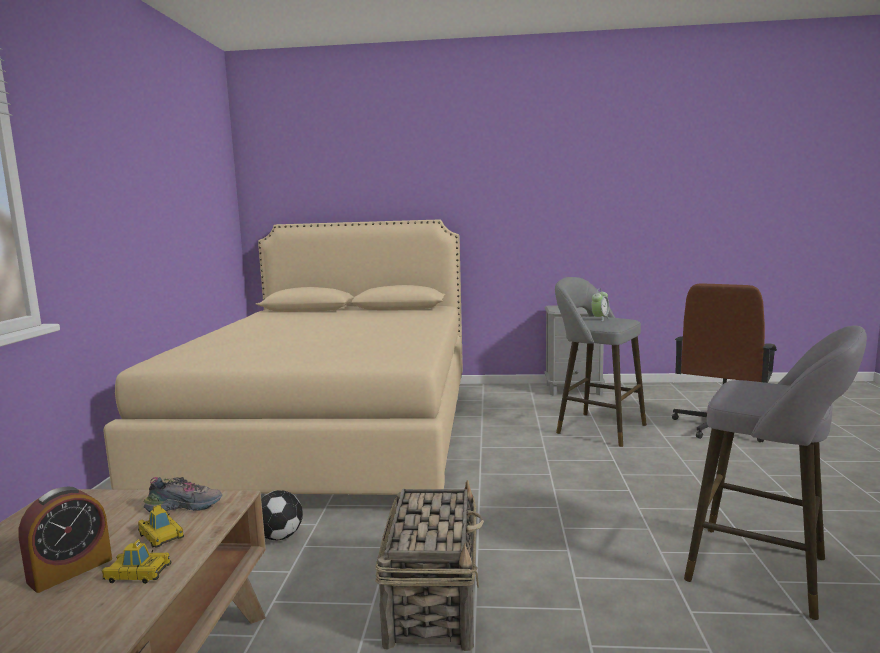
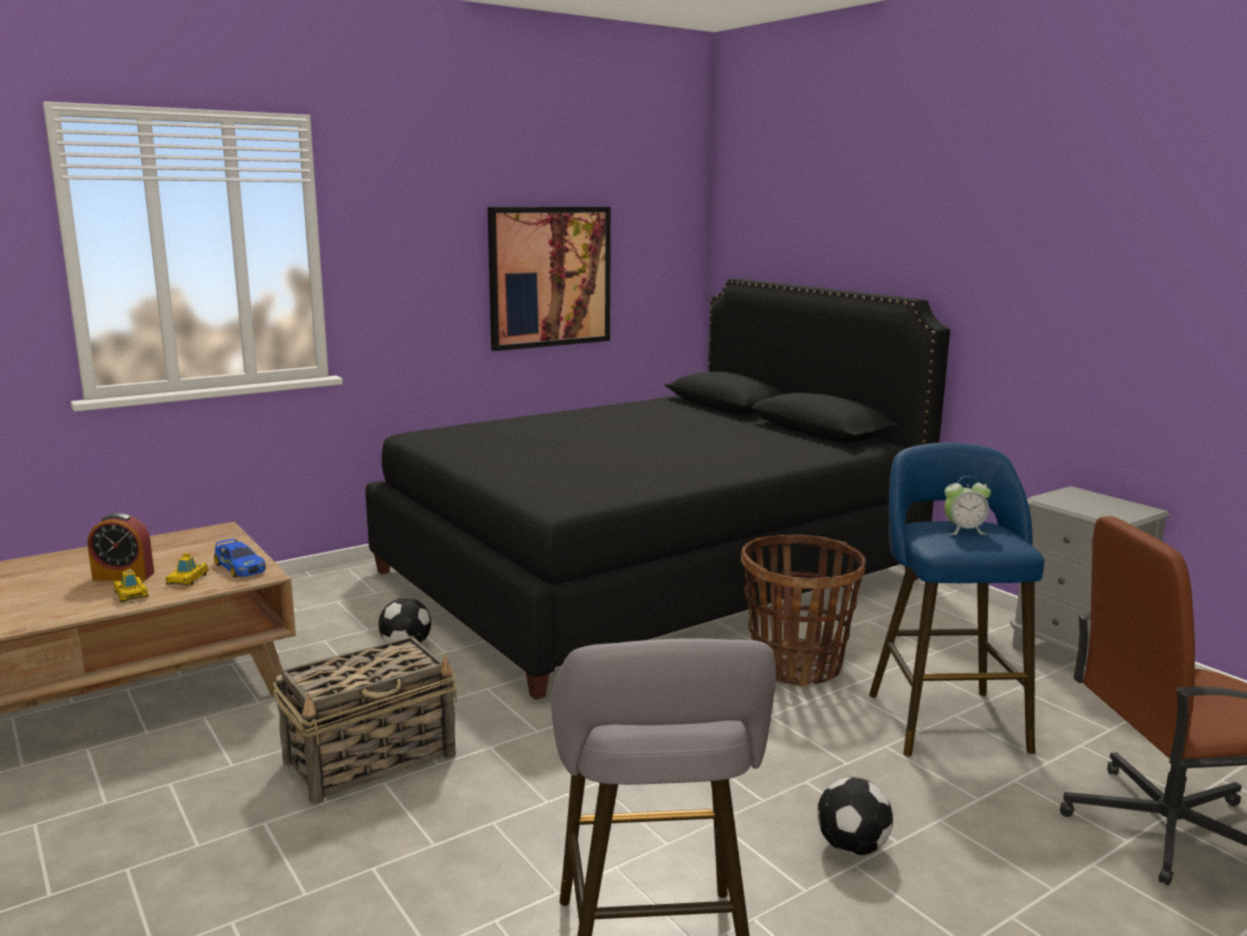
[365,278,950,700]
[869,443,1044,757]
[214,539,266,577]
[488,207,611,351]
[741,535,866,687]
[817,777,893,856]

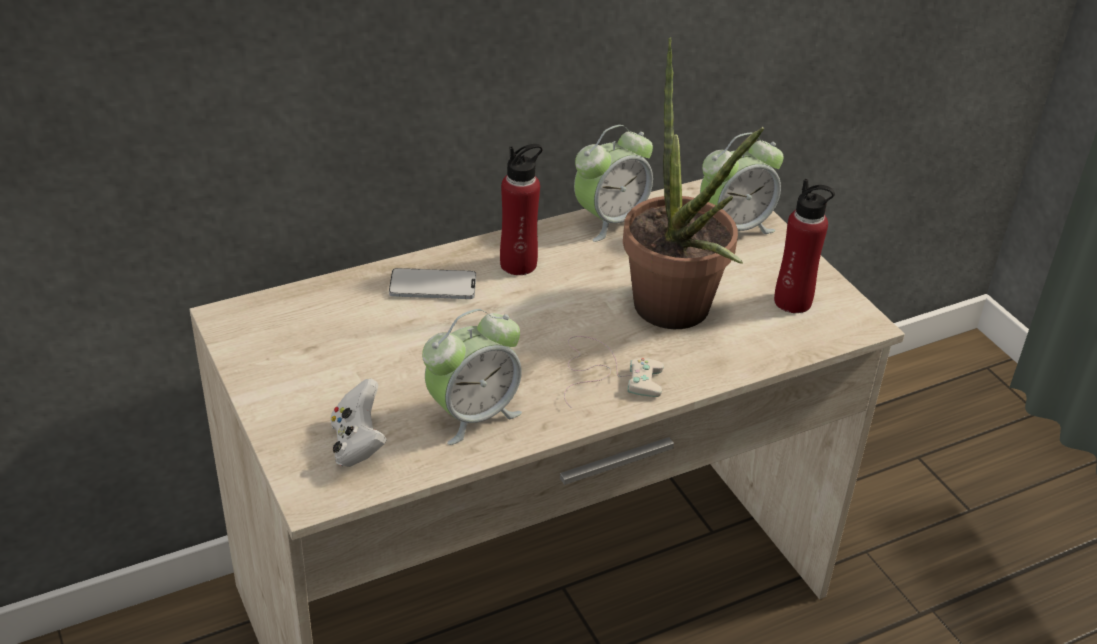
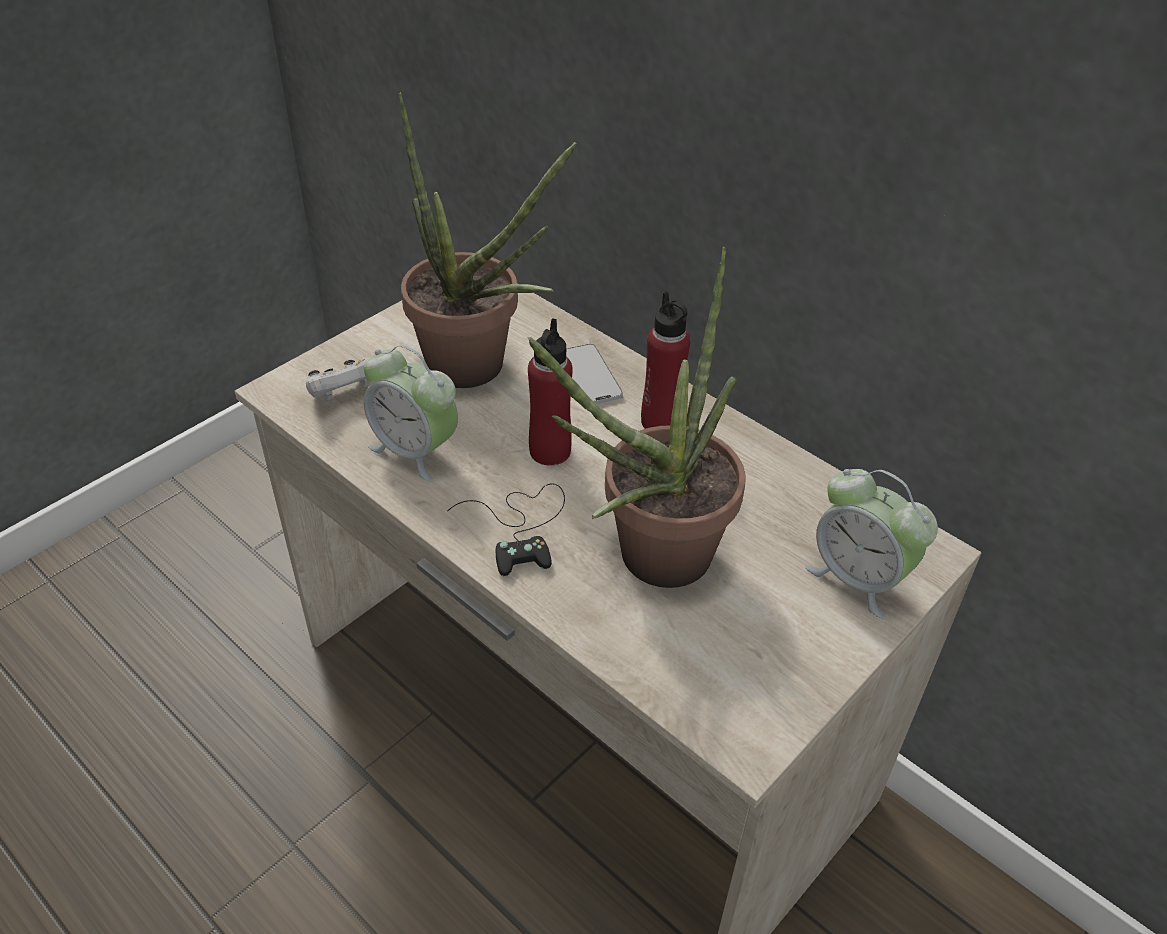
[574,125,653,242] (first image)
[528,318,573,465]
[448,484,565,576]
[398,92,577,388]

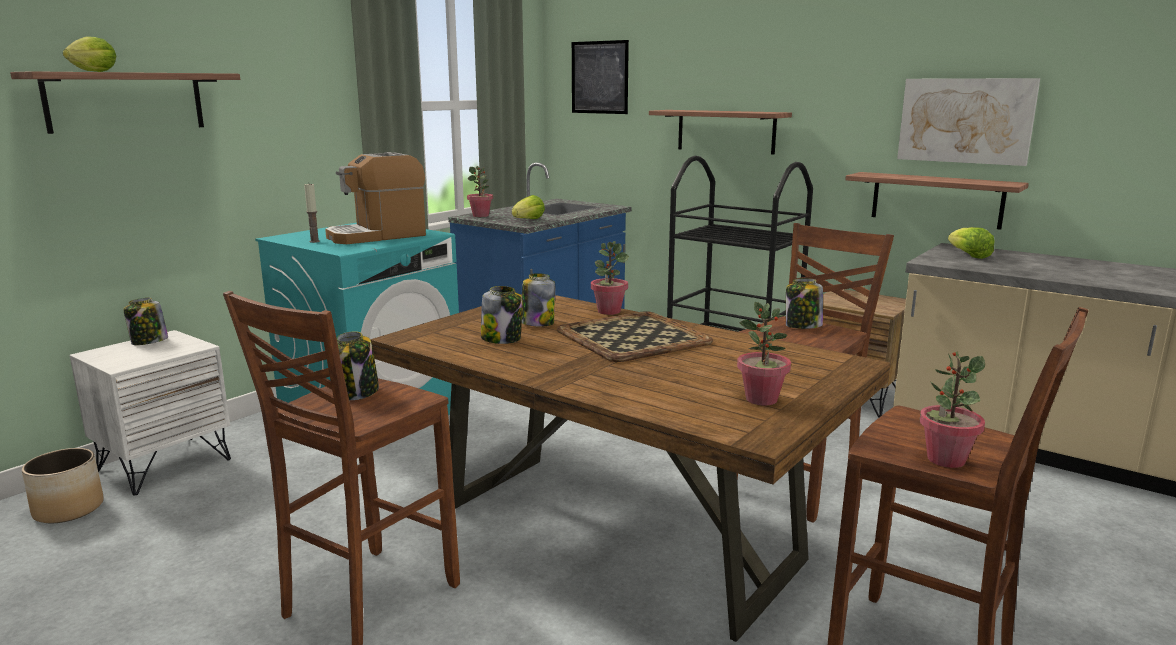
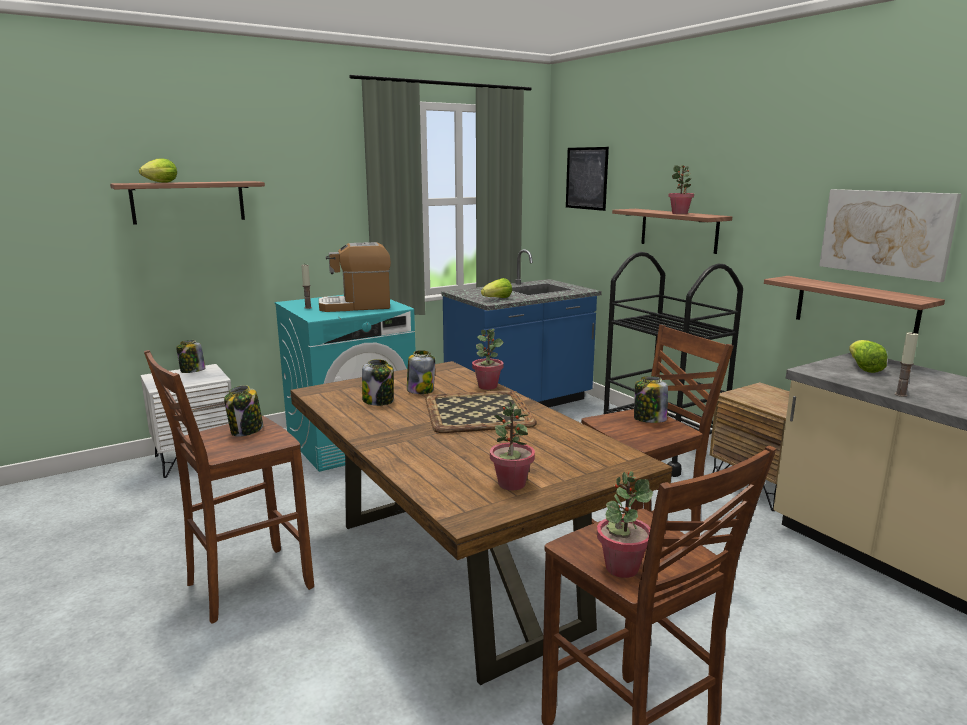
[668,165,694,214]
[22,448,103,524] (first image)
[895,332,919,397]

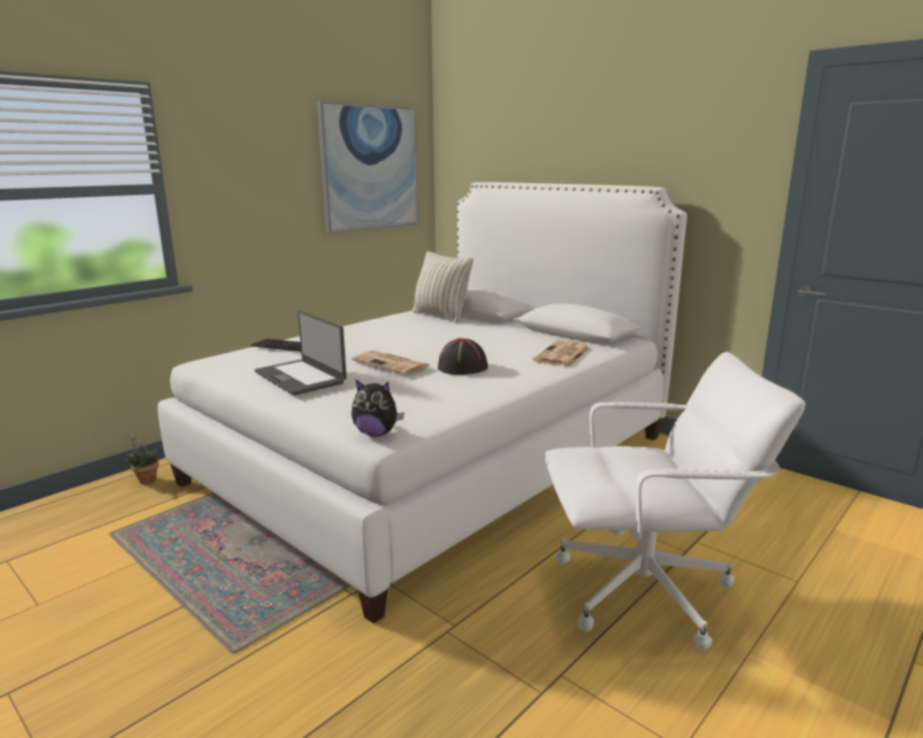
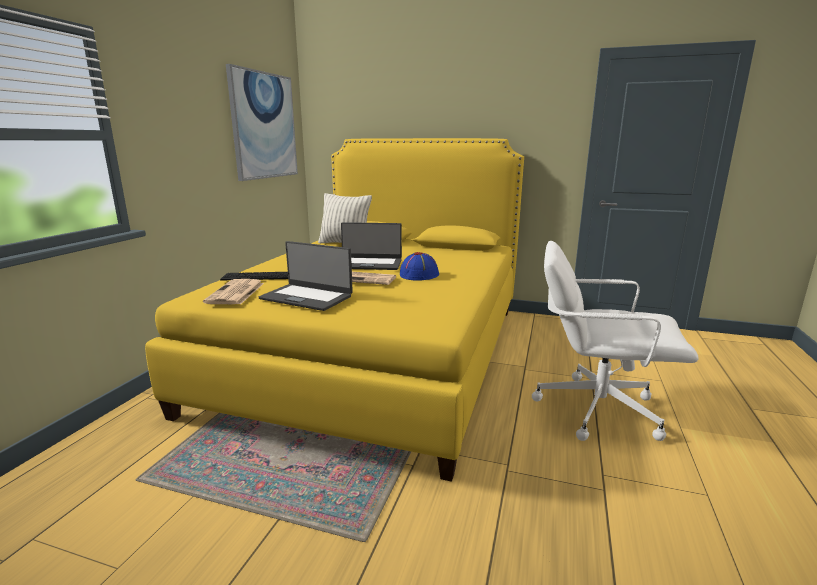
[145,138,524,482]
[400,252,439,280]
[203,279,264,304]
[532,241,699,441]
[351,380,405,437] (first image)
[123,430,159,484] (first image)
[341,222,402,270]

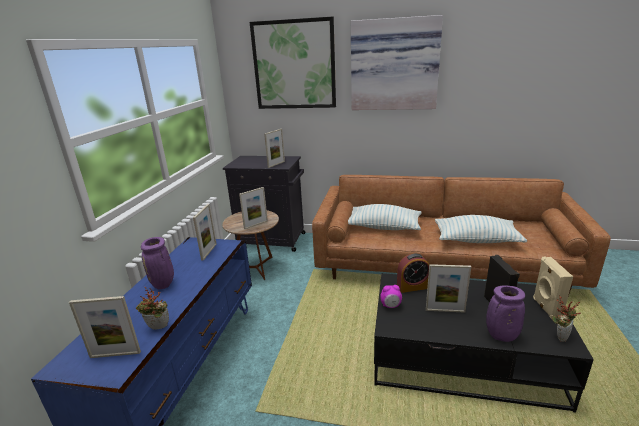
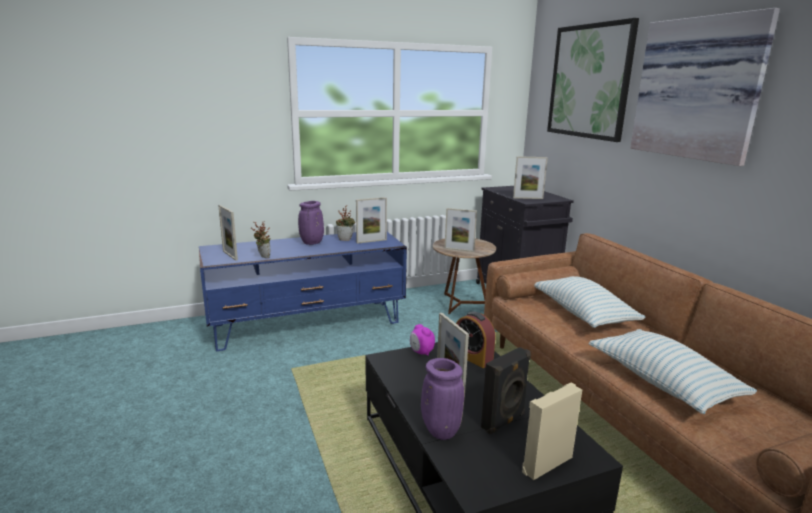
[336,205,356,241]

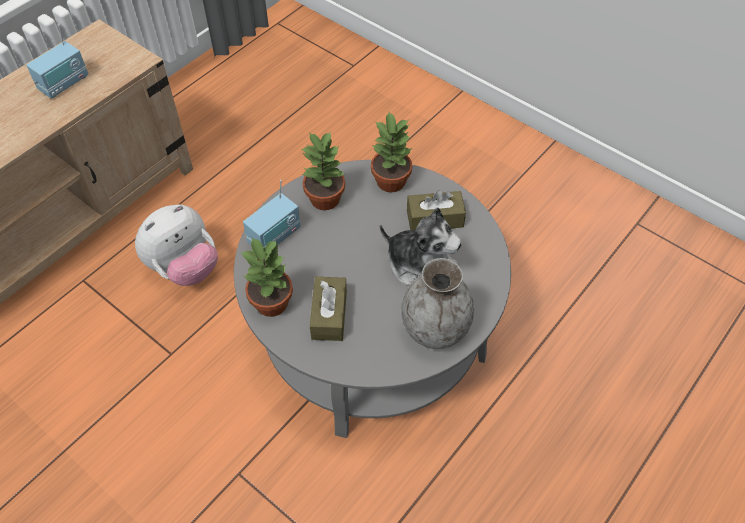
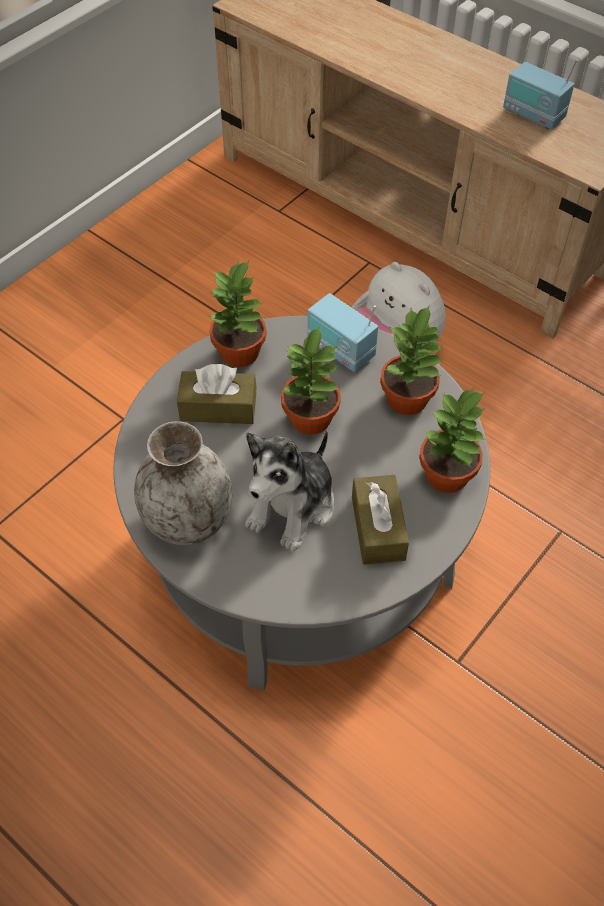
[281,325,341,435]

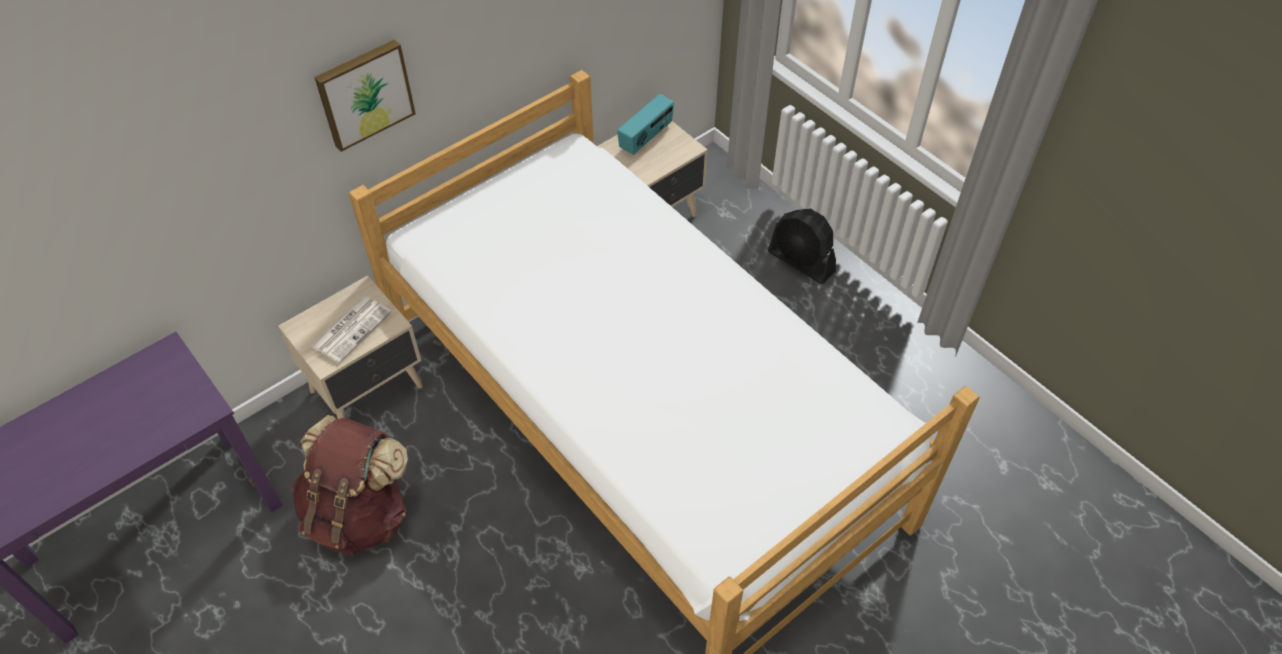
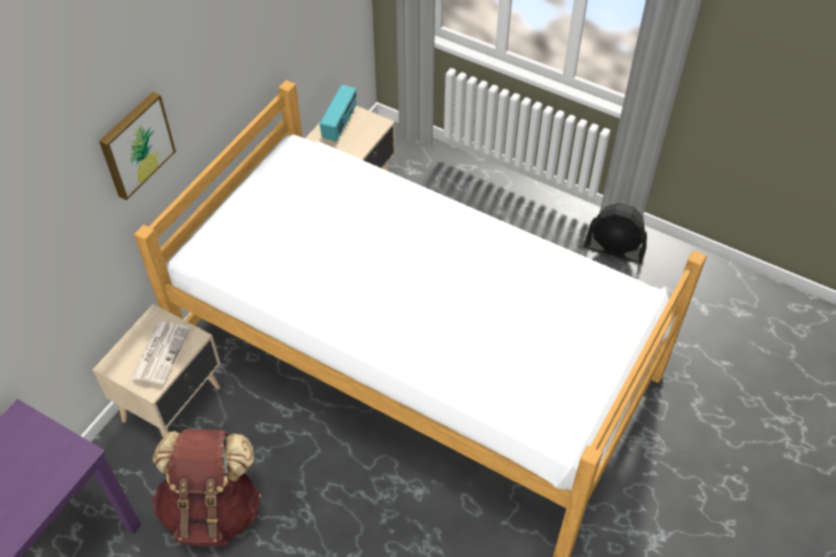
[583,203,647,263]

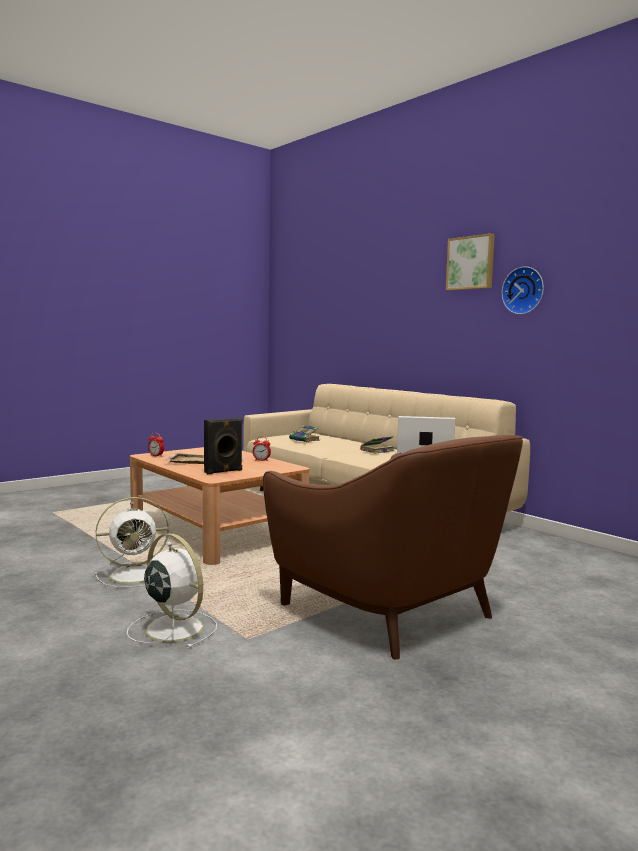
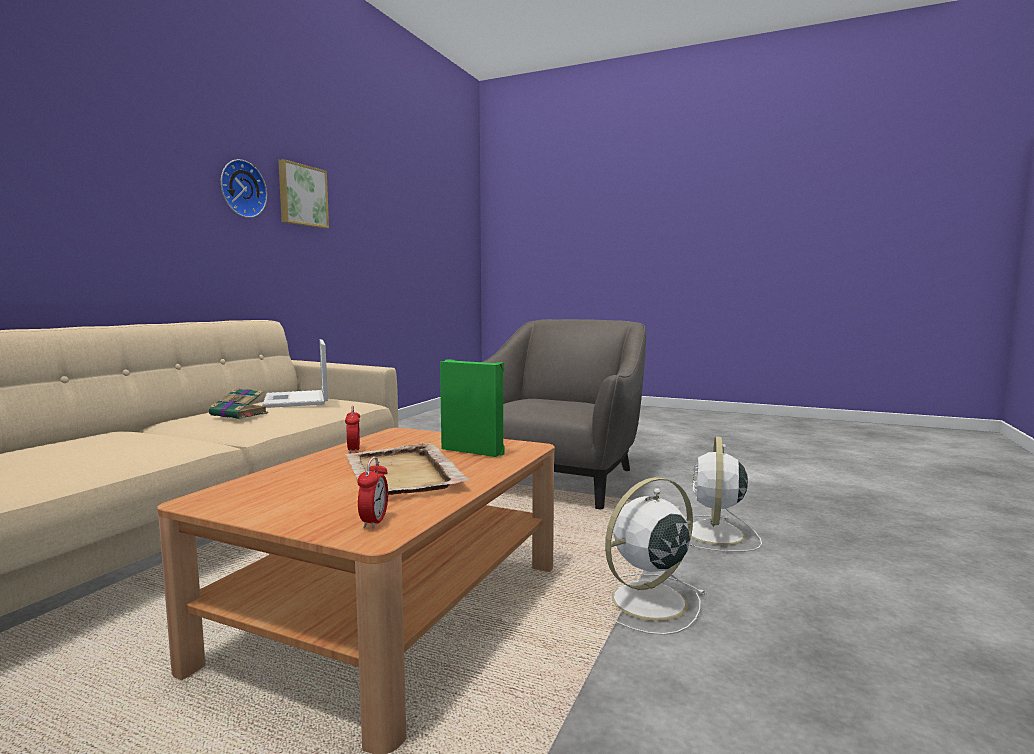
[278,159,329,228]
[440,359,504,457]
[289,425,320,442] (first image)
[483,319,646,509]
[594,477,706,635]

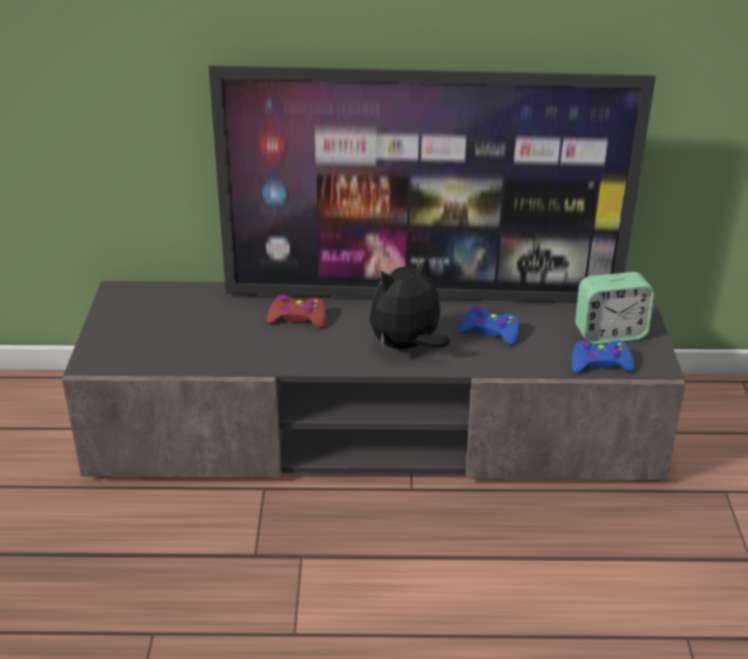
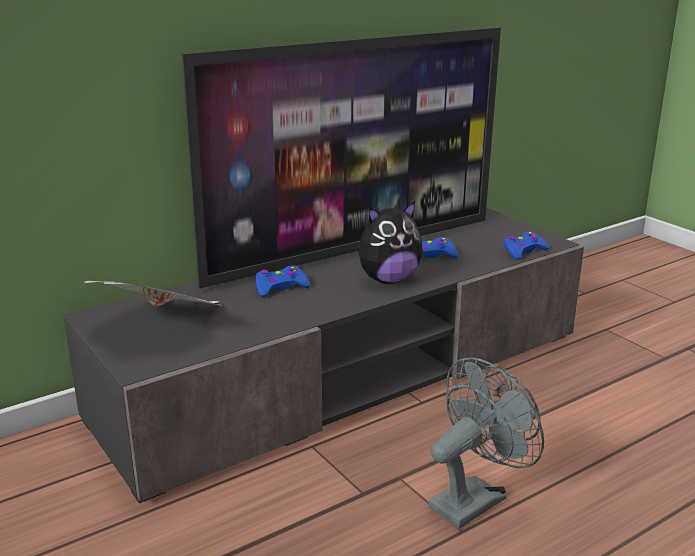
[357,201,423,284]
[575,272,655,344] (first image)
[256,265,310,297]
[84,281,220,306]
[428,357,544,529]

